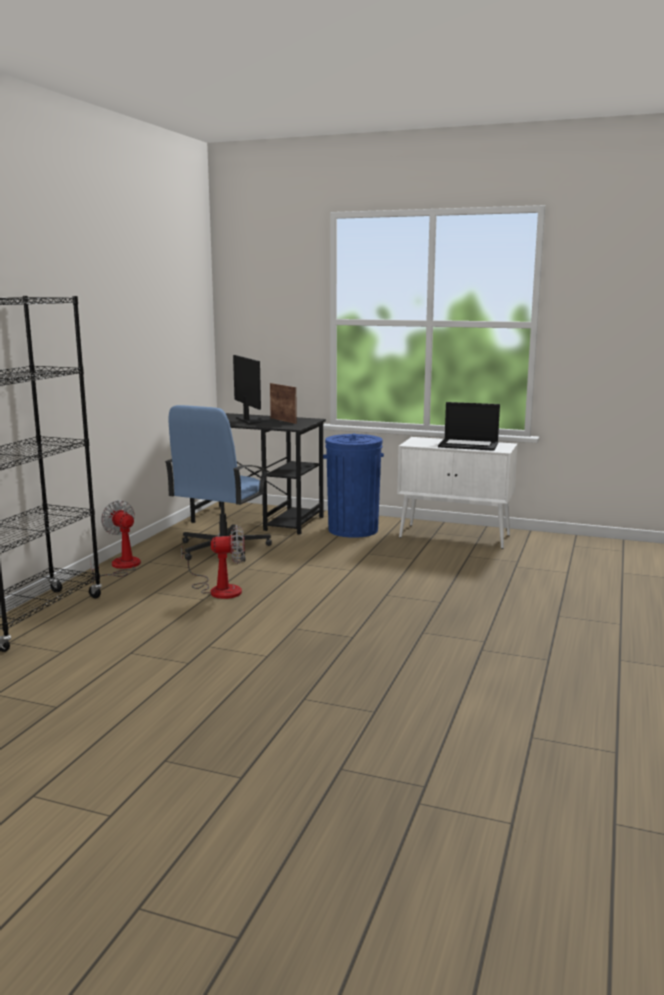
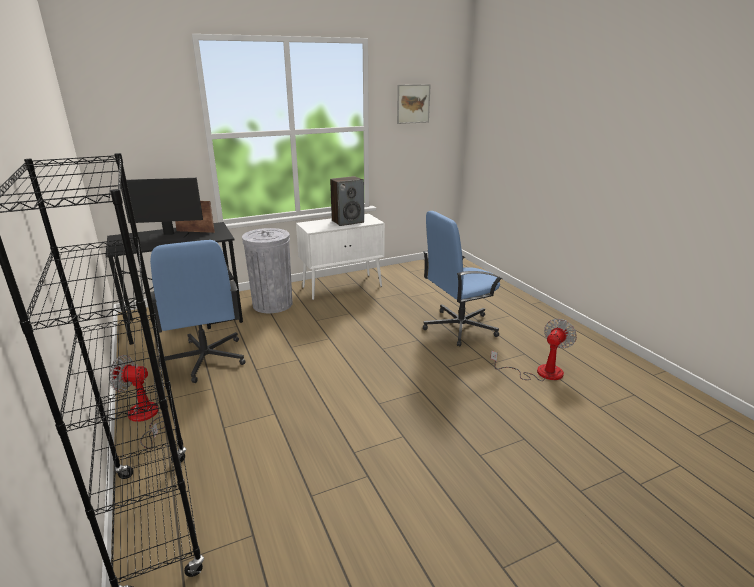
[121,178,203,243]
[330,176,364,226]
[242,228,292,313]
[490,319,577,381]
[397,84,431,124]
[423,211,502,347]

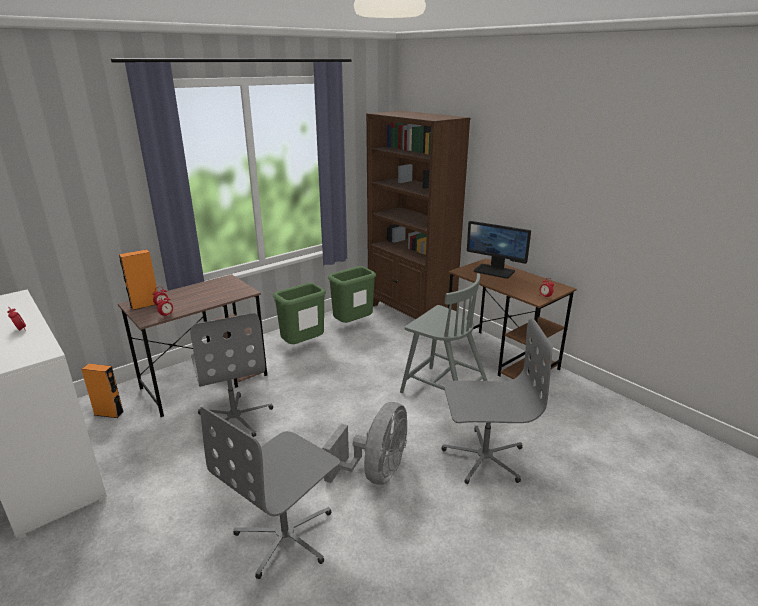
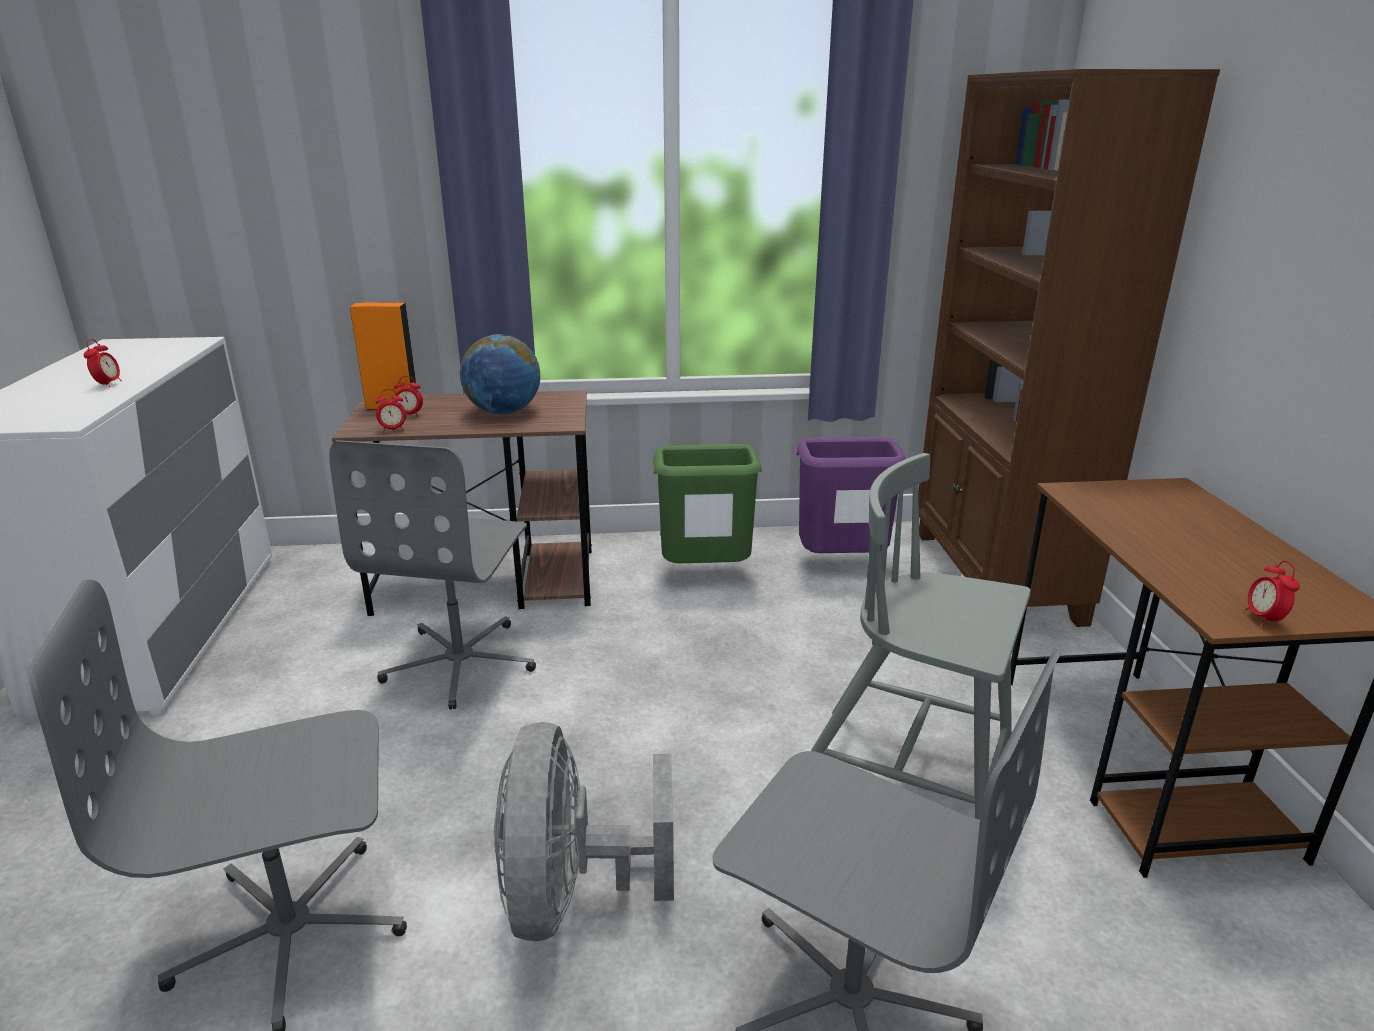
[467,221,531,279] (first image)
[796,437,906,553]
[811,453,1031,820]
[81,364,124,418] (first image)
[494,722,674,941]
[460,334,540,414]

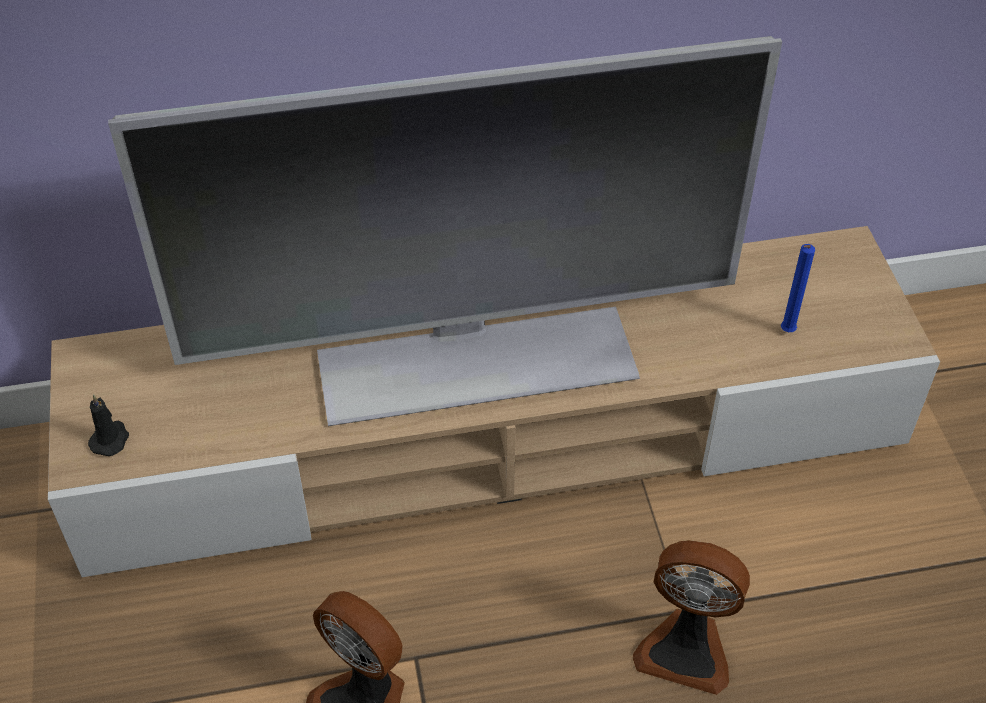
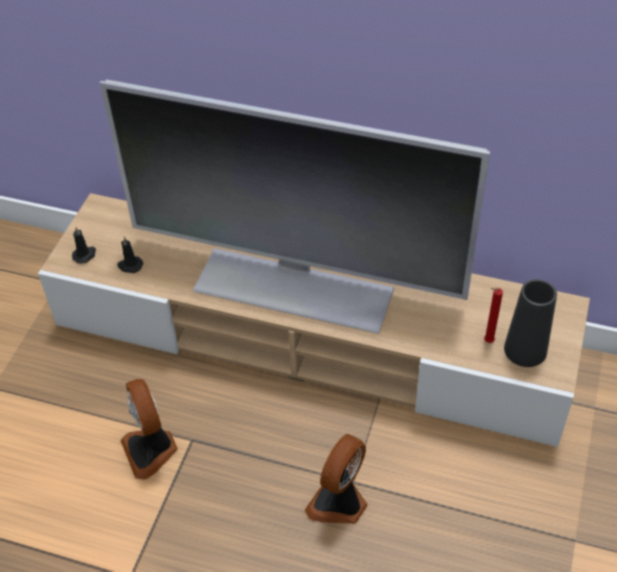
[484,288,503,343]
[305,434,368,524]
[117,237,143,273]
[504,279,557,367]

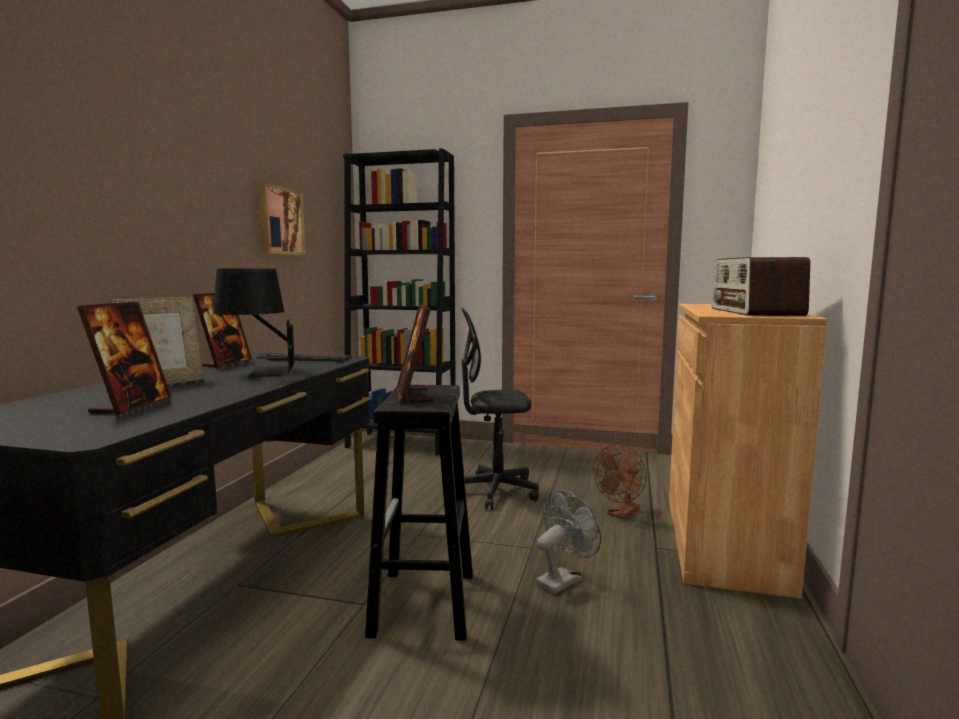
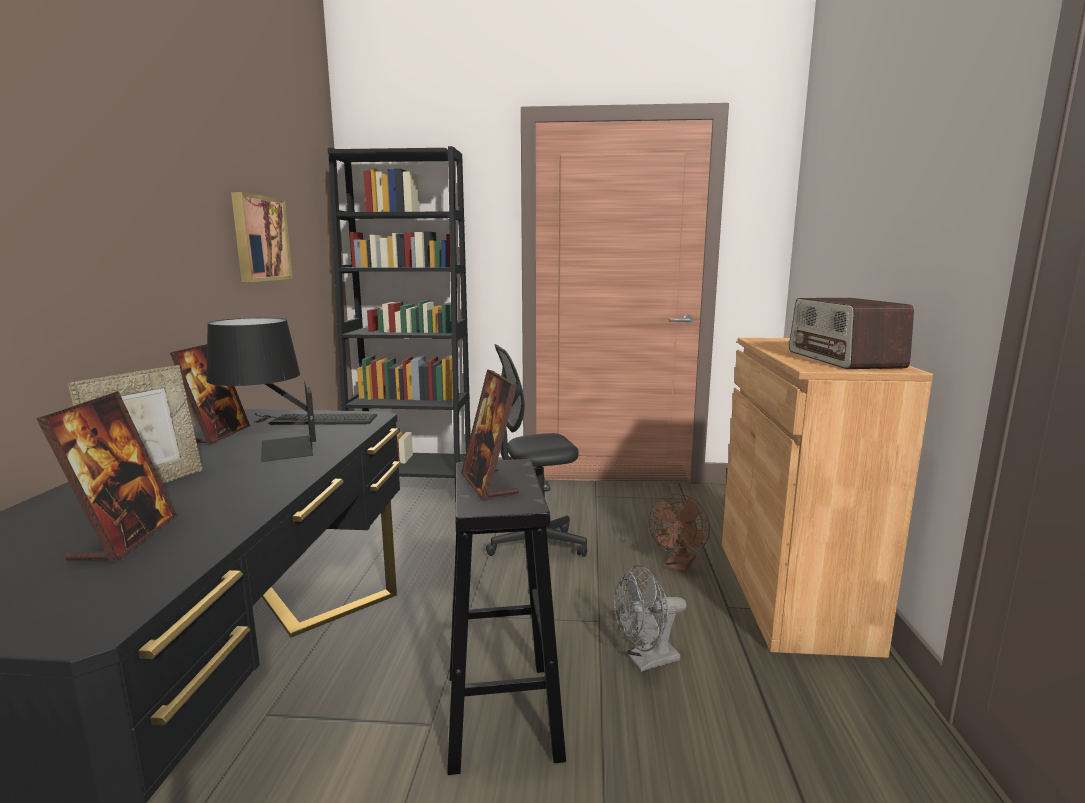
[614,565,687,672]

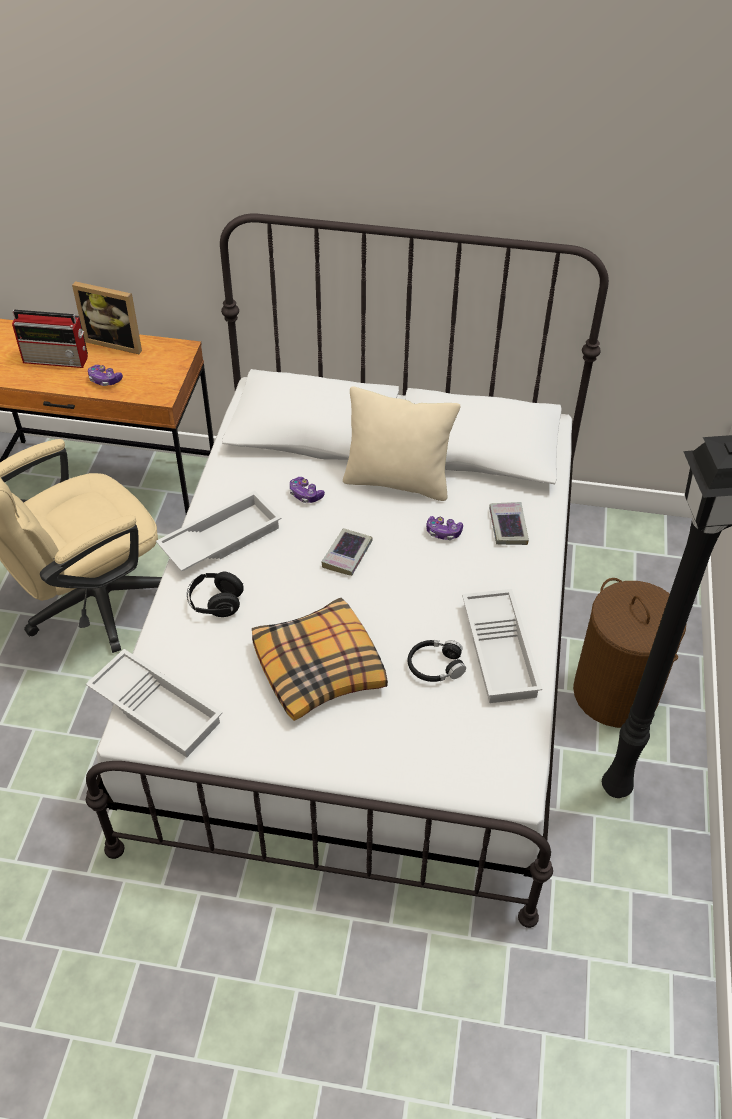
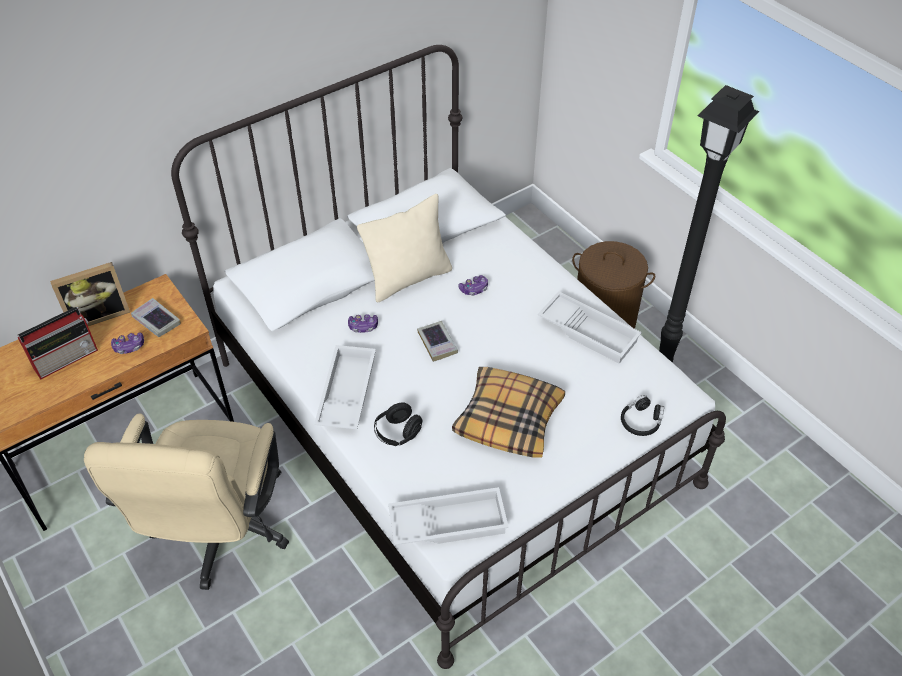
[131,298,181,337]
[621,395,664,436]

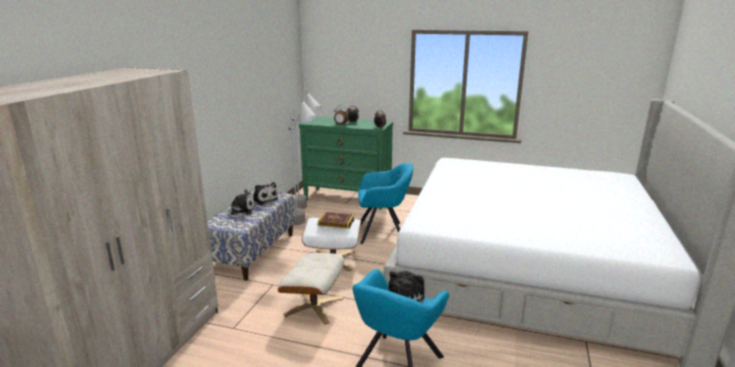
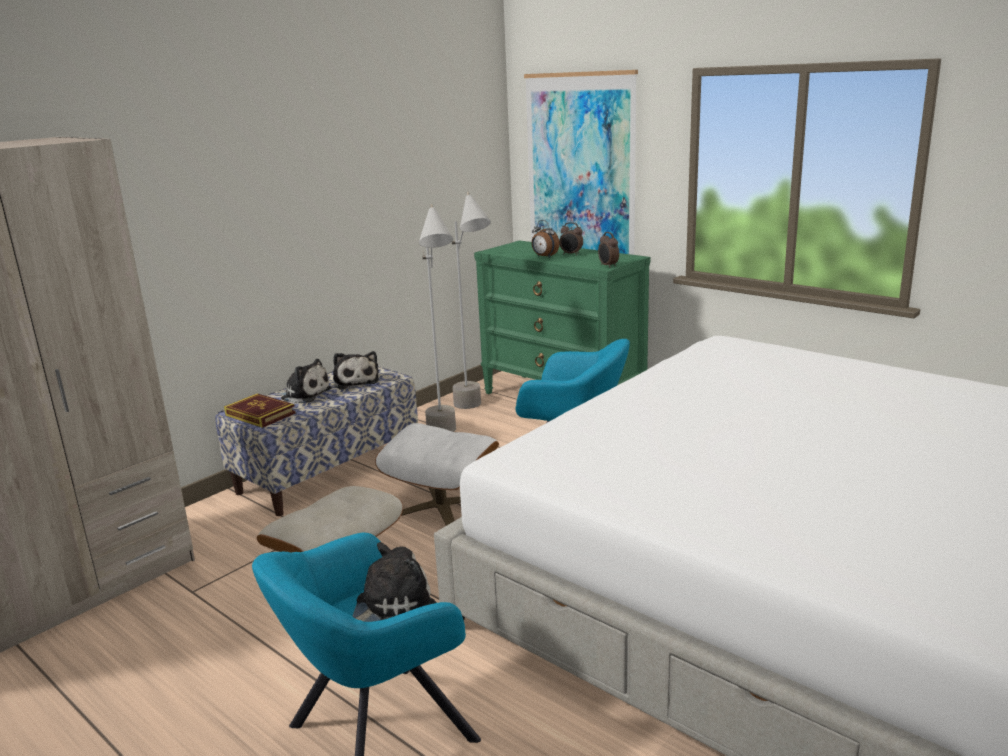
[224,393,296,428]
[524,70,638,255]

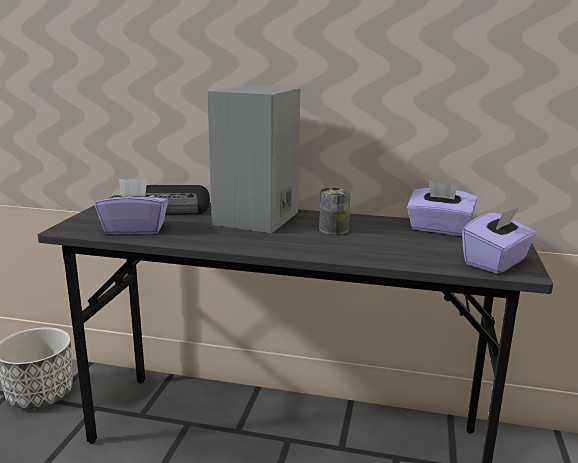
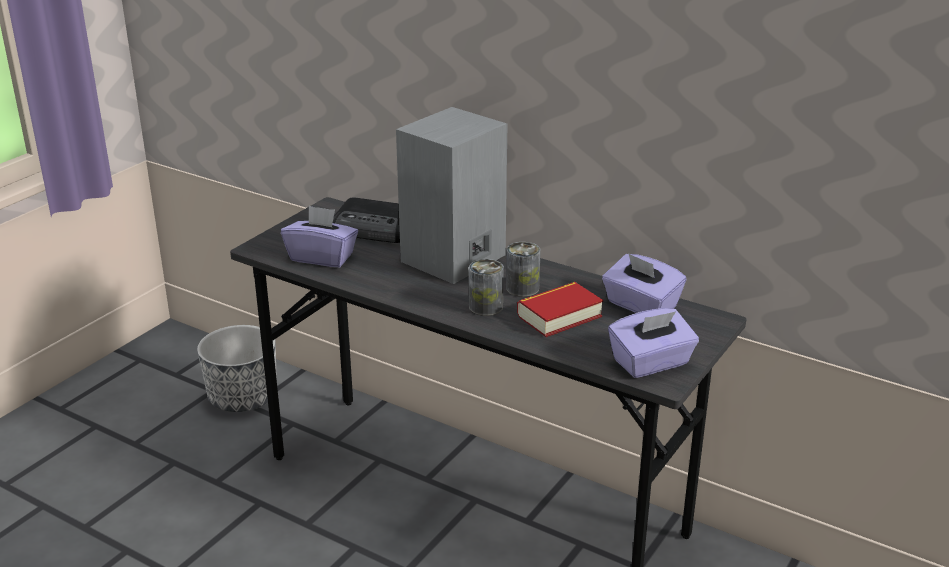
[469,259,504,316]
[517,282,603,337]

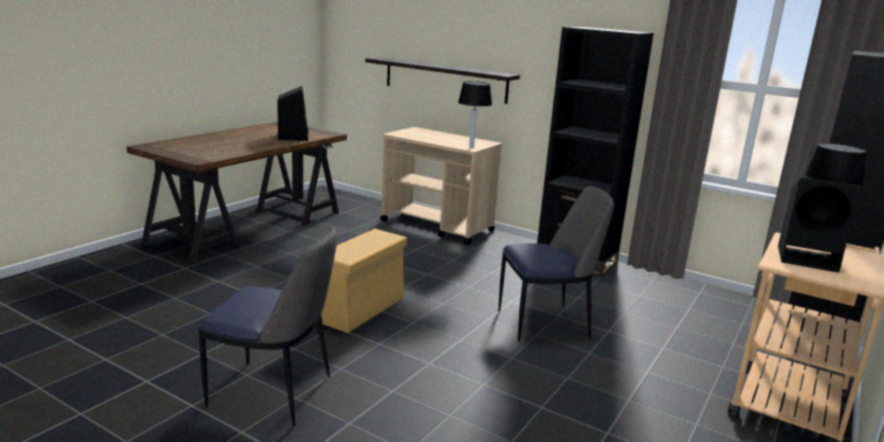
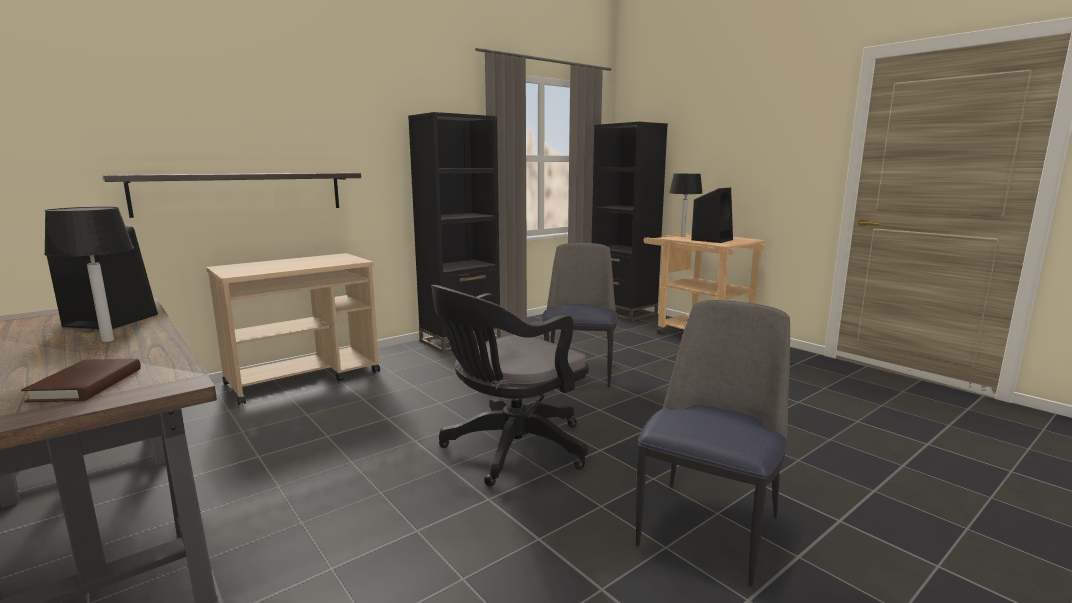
[44,207,134,342]
[431,285,589,487]
[21,359,141,403]

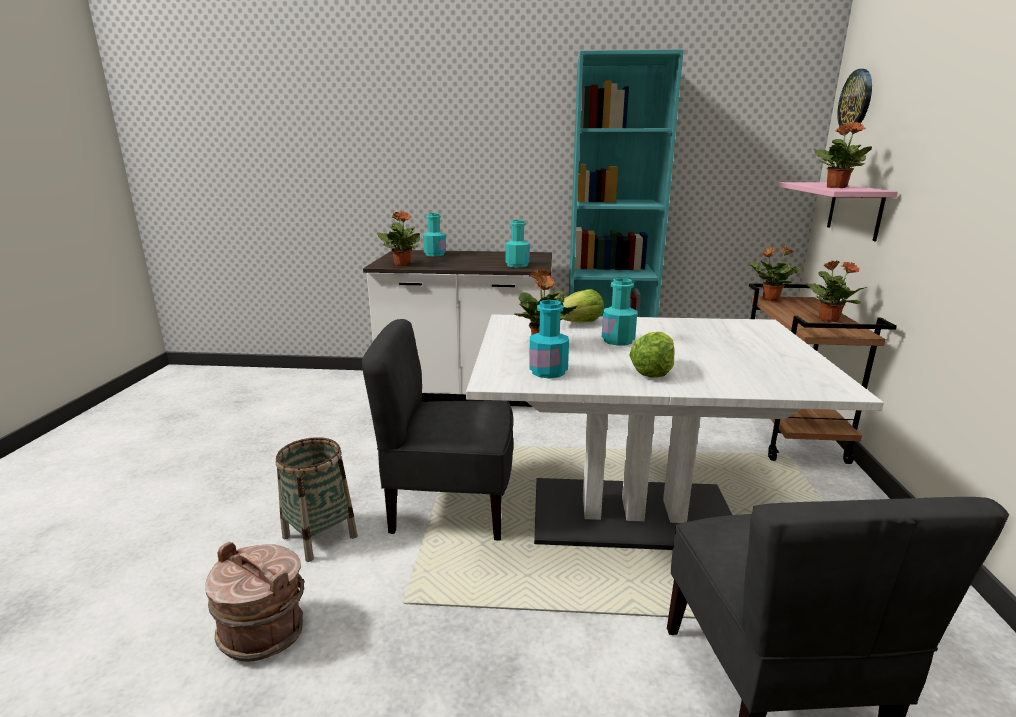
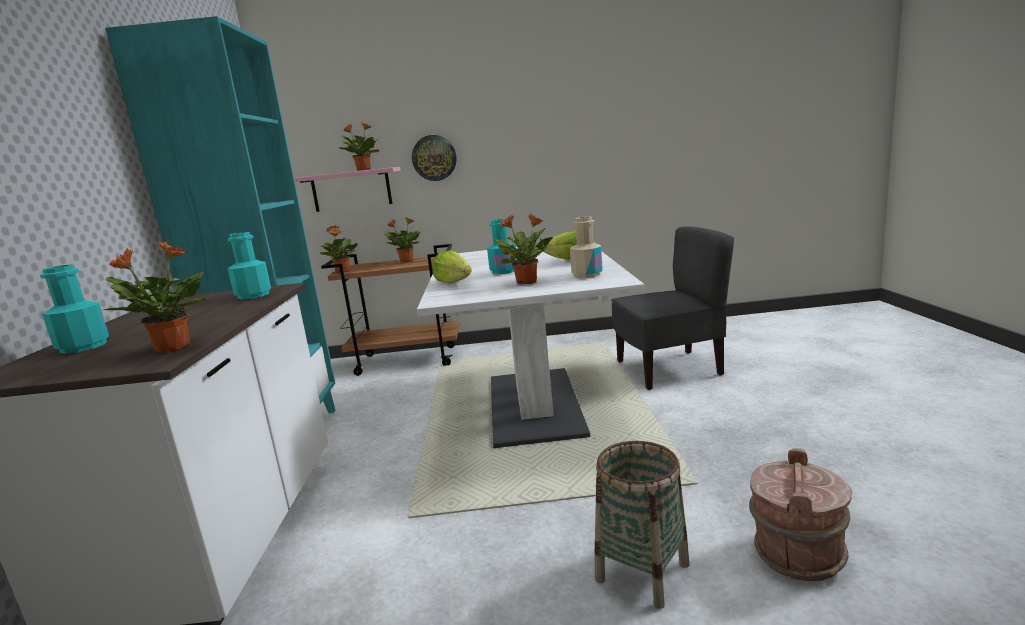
[412,135,457,181]
[570,217,603,278]
[361,319,513,540] (first image)

